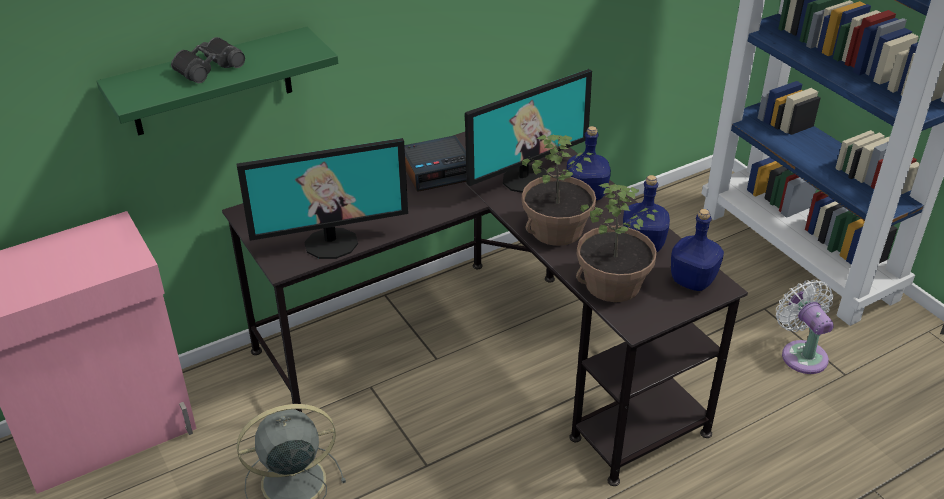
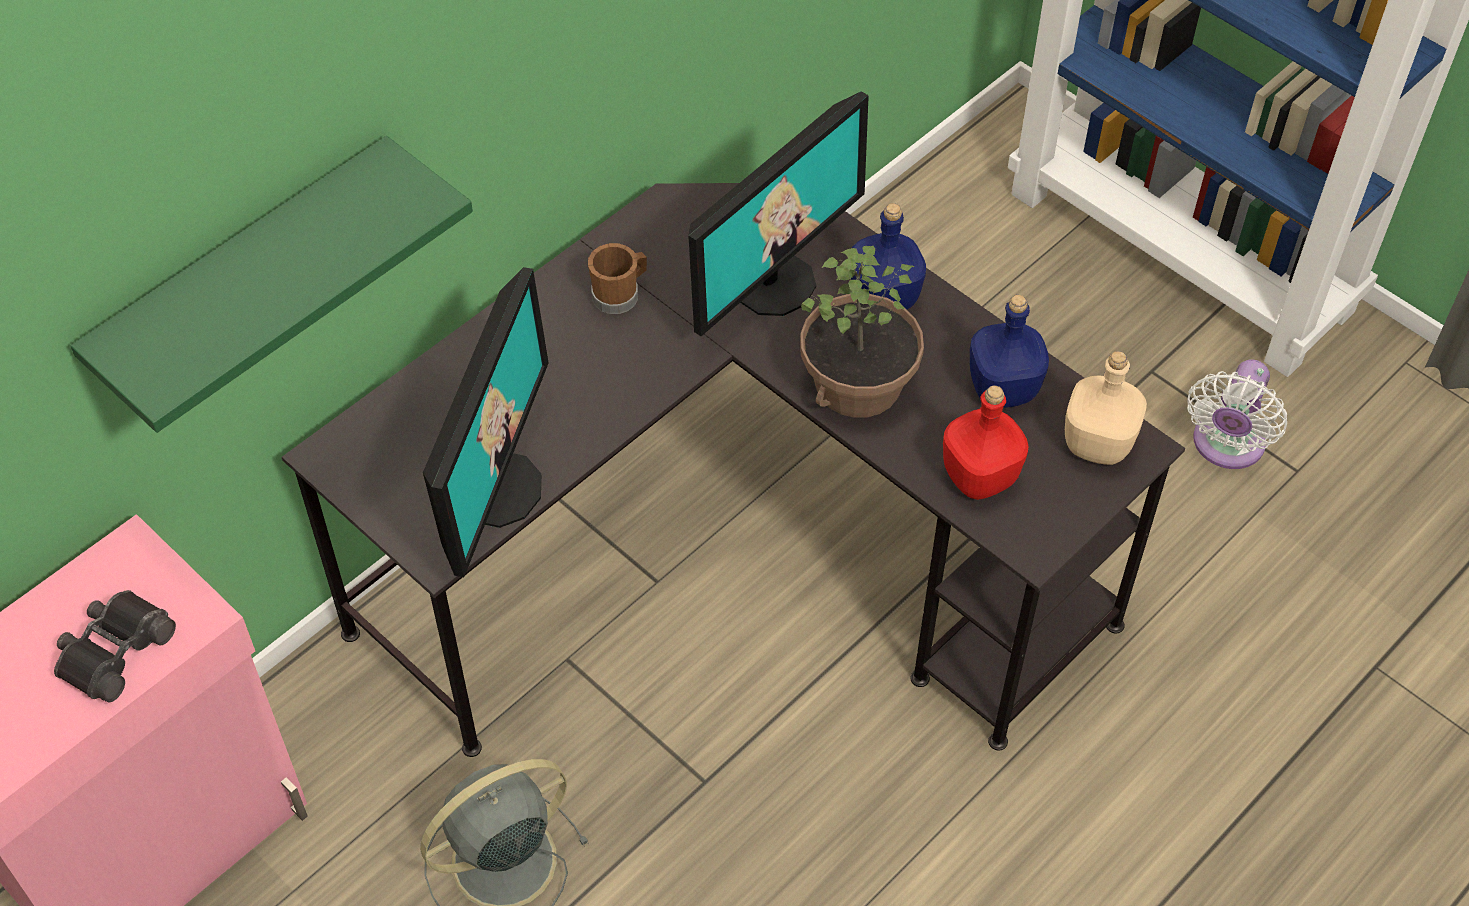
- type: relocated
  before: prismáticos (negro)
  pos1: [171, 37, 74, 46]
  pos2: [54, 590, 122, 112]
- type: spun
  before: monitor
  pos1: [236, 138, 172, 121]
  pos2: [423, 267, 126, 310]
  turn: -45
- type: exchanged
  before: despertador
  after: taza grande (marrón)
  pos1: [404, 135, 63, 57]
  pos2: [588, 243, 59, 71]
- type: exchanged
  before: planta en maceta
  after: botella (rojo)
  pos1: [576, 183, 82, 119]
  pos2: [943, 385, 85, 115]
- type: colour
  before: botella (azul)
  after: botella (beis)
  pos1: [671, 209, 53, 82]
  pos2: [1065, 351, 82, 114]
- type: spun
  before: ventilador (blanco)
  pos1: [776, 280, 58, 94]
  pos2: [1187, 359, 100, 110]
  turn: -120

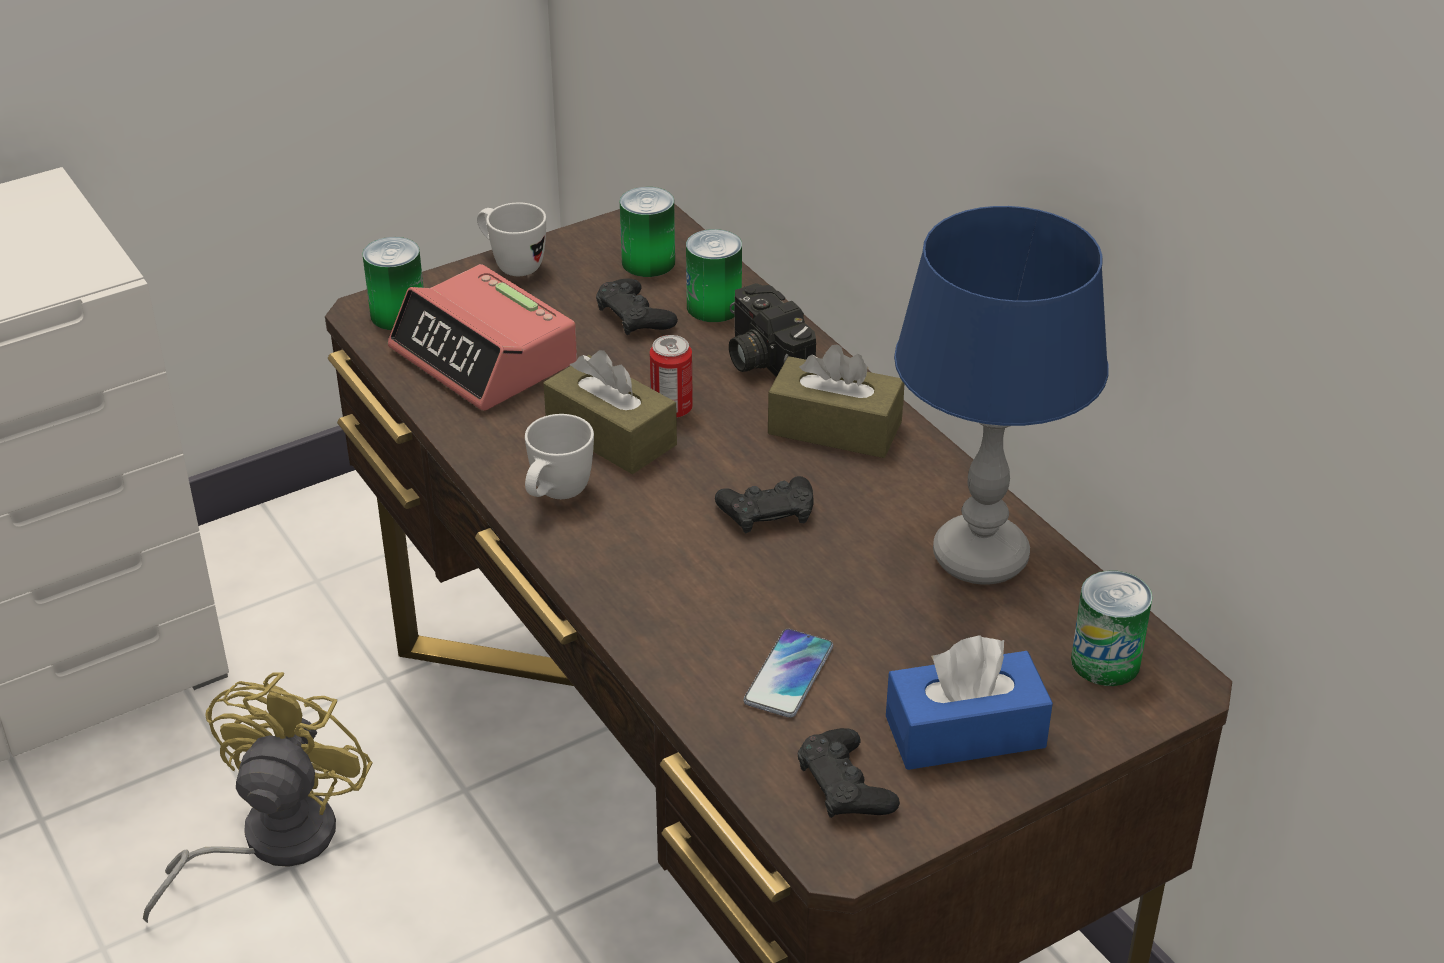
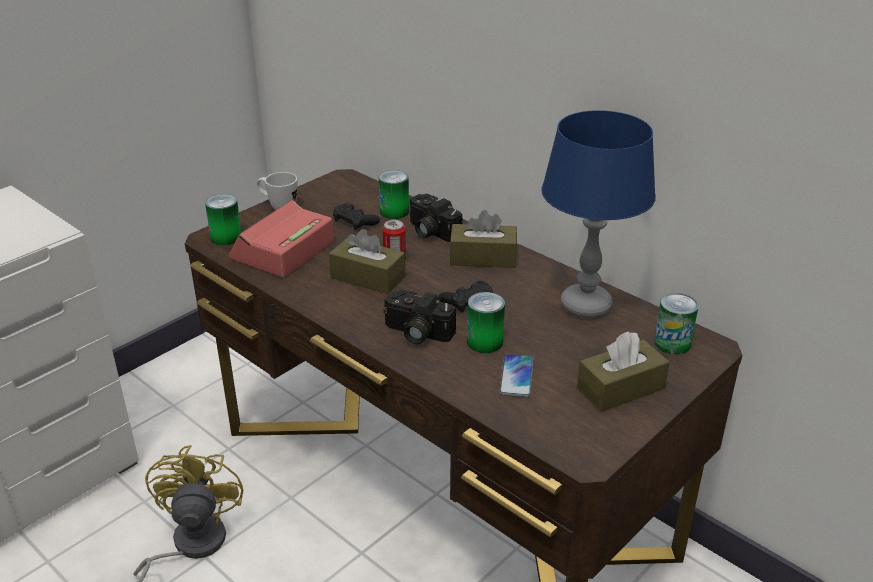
- type: spun
  before: despertador
  pos1: [388, 264, 189, 147]
  pos2: [229, 200, 105, 77]
  turn: 90
- type: missing
  before: taza grande (blanco)
  pos1: [525, 414, 69, 85]
- type: relocated
  before: lata
  pos1: [620, 187, 55, 90]
  pos2: [467, 292, 38, 61]
- type: missing
  before: mando de consola (negro)
  pos1: [798, 728, 102, 90]
- type: colour
  before: caja de pañuelos (azul)
  after: caja de pañuelos (marrón)
  pos1: [886, 636, 167, 134]
  pos2: [577, 331, 93, 81]
- type: appeared
  after: cámara
  pos2: [384, 290, 72, 54]

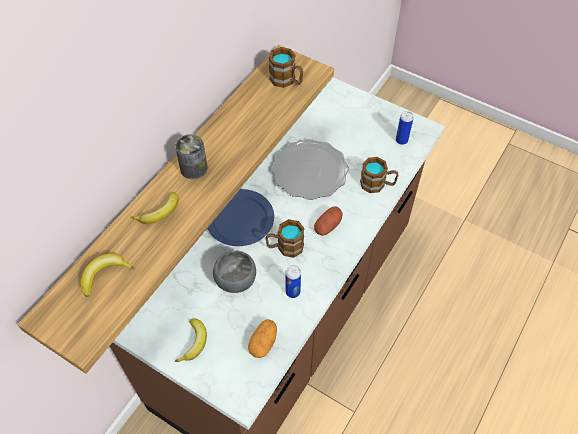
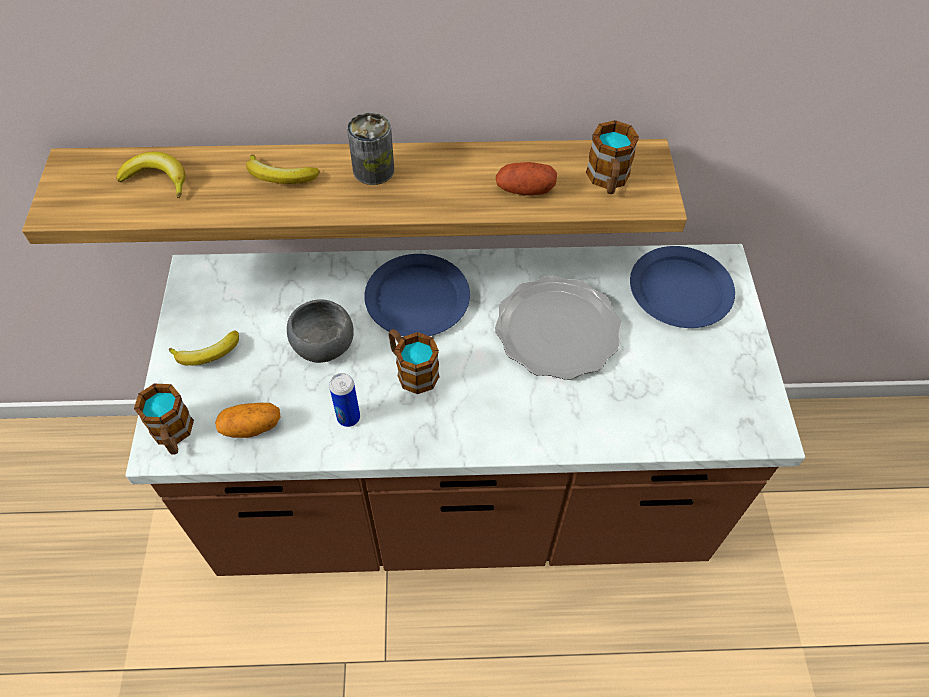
- type: relocated
  before: patata
  pos1: [314, 207, 29, 29]
  pos2: [496, 162, 61, 33]
- type: relocated
  before: taza grande
  pos1: [360, 157, 39, 36]
  pos2: [134, 384, 60, 71]
- type: missing
  before: lata
  pos1: [396, 111, 18, 34]
- type: appeared
  after: plato (azul)
  pos2: [630, 246, 105, 82]

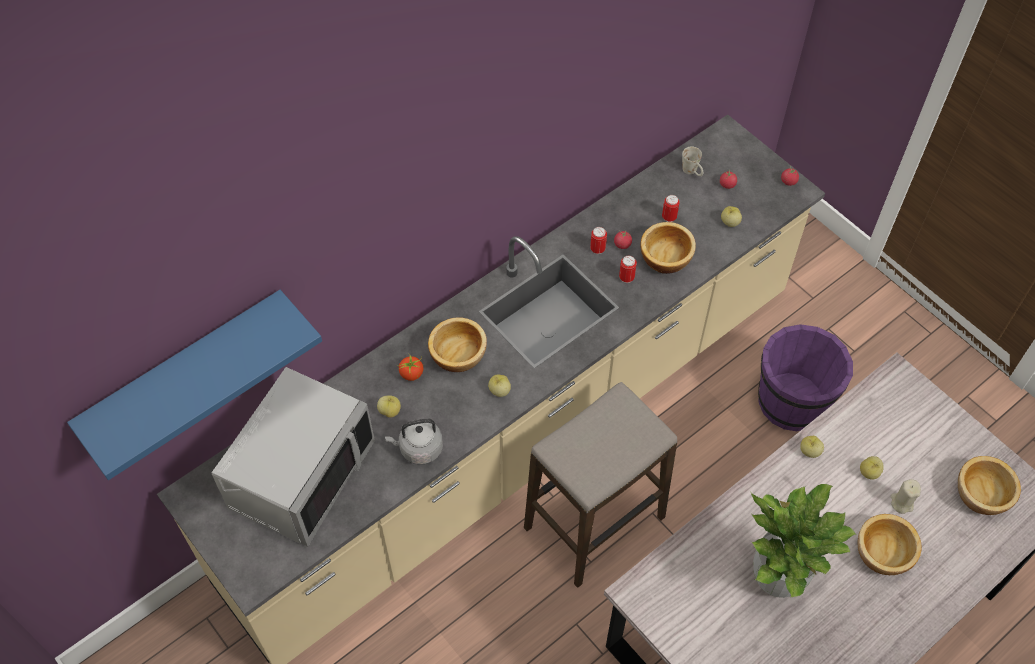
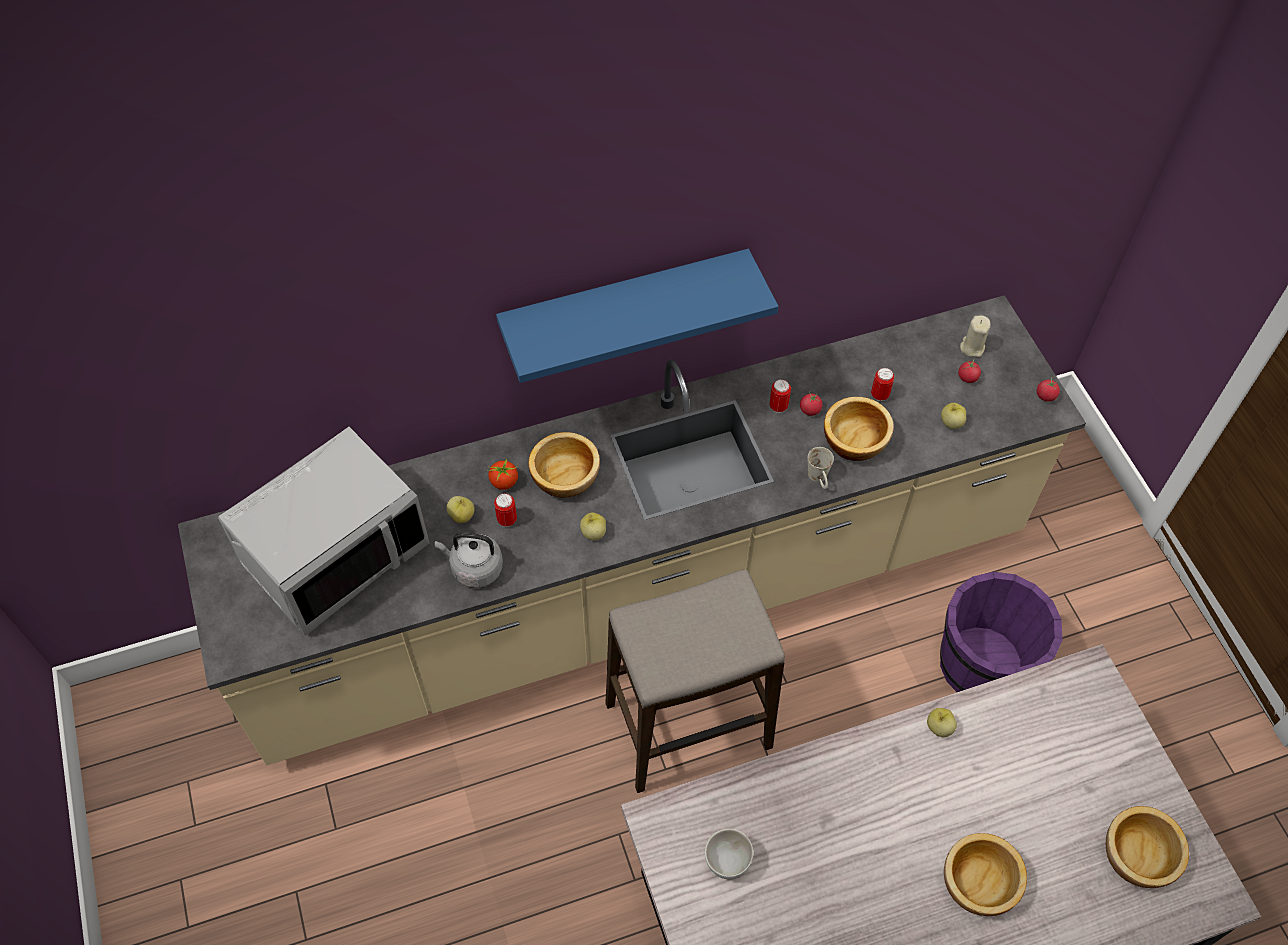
- type: relocated
  before: estante (azul)
  pos1: [67, 290, 255, 190]
  pos2: [496, 249, 282, 134]
- type: relocated
  before: lata
  pos1: [619, 256, 18, 27]
  pos2: [494, 493, 23, 34]
- type: relocated
  before: taza grande (blanco)
  pos1: [682, 147, 21, 29]
  pos2: [808, 447, 26, 42]
- type: missing
  before: planta en maceta
  pos1: [751, 484, 105, 114]
- type: missing
  before: manzana
  pos1: [860, 456, 24, 24]
- type: relocated
  before: vela (beis)
  pos1: [890, 479, 31, 35]
  pos2: [960, 315, 31, 42]
- type: appeared
  after: cuenco (blanco)
  pos2: [705, 829, 48, 51]

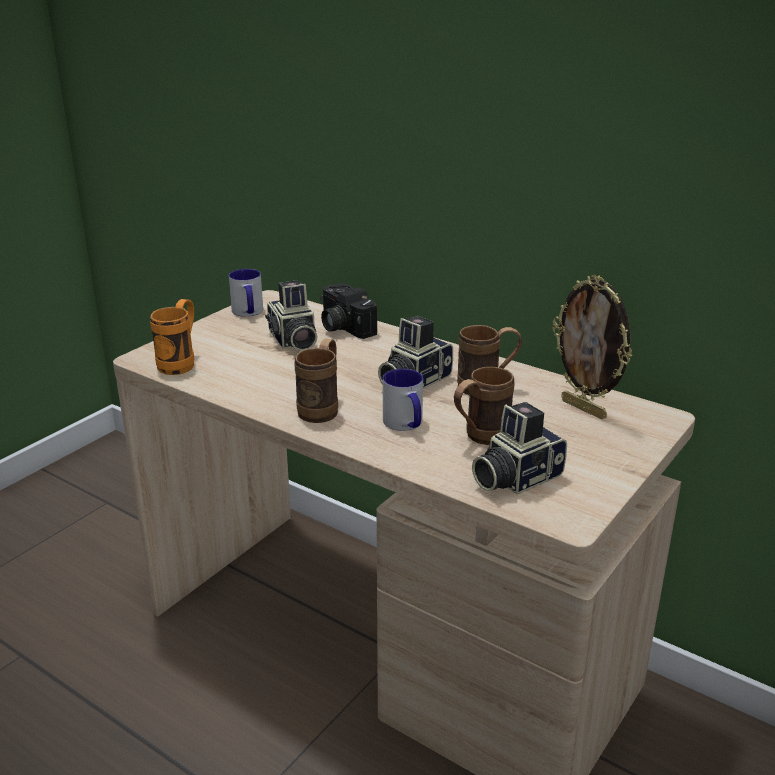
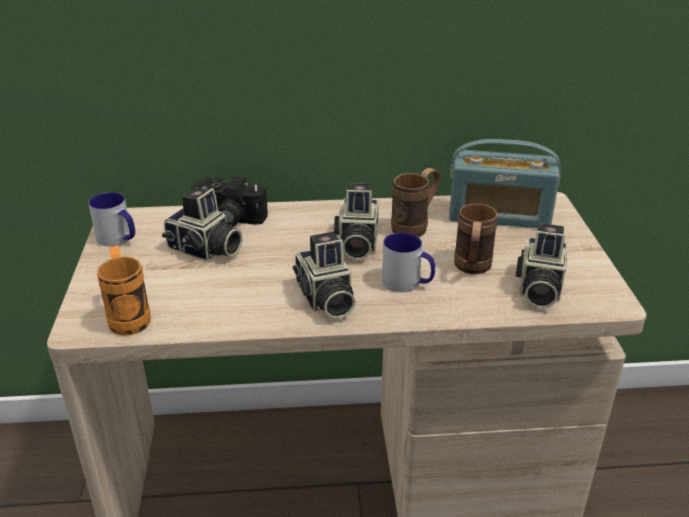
- type: exchanged
  before: taza grande (marrón)
  after: cámara
  pos1: [294, 339, 44, 84]
  pos2: [293, 232, 63, 87]
- type: exchanged
  before: portarretratos
  after: radio
  pos1: [553, 275, 79, 144]
  pos2: [449, 139, 112, 89]

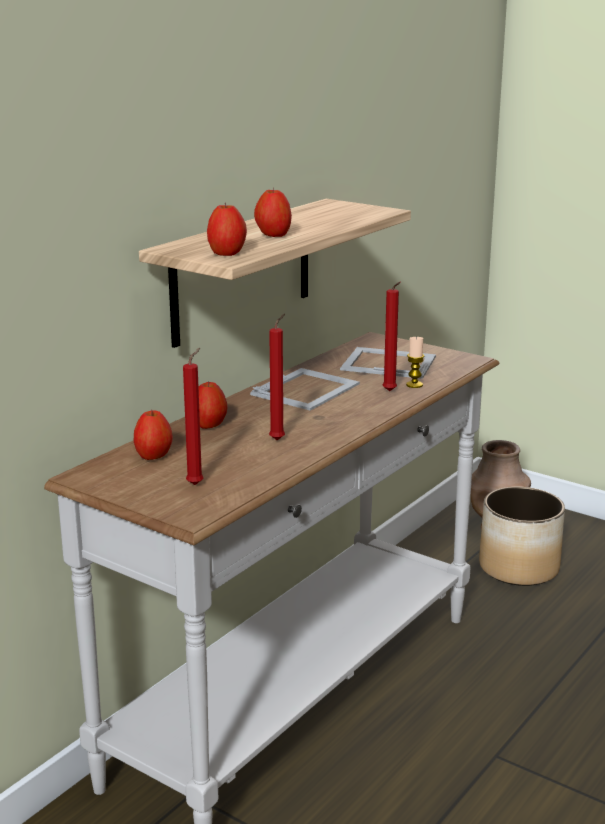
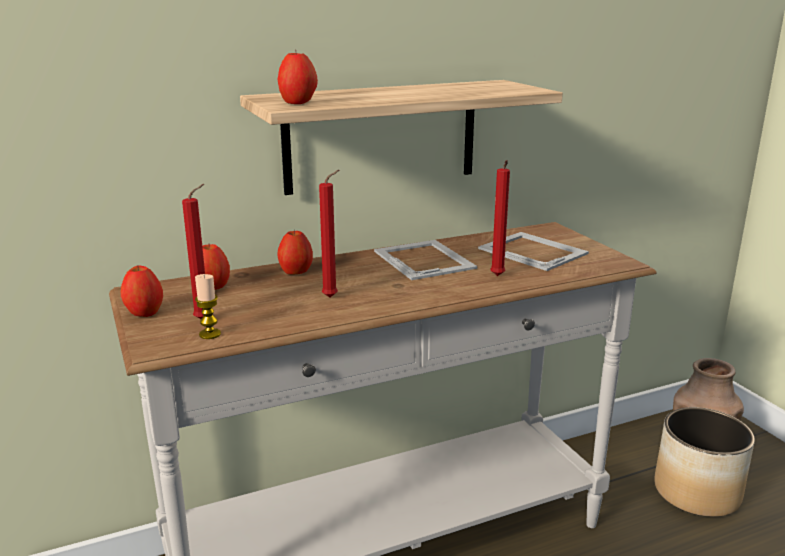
- type: spun
  before: portarretratos
  pos1: [250, 368, 110, 43]
  pos2: [374, 240, 103, 40]
  turn: -90
- type: relocated
  before: manzana
  pos1: [254, 188, 38, 49]
  pos2: [121, 265, 42, 52]
- type: relocated
  before: vela
  pos1: [406, 336, 18, 52]
  pos2: [195, 274, 26, 65]

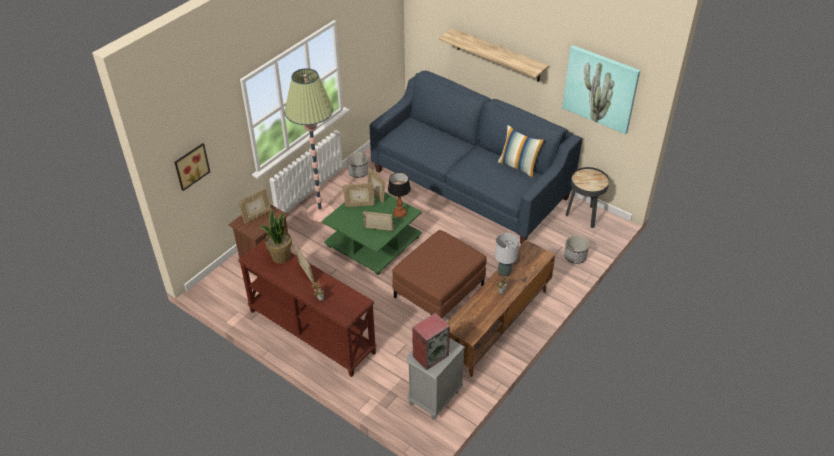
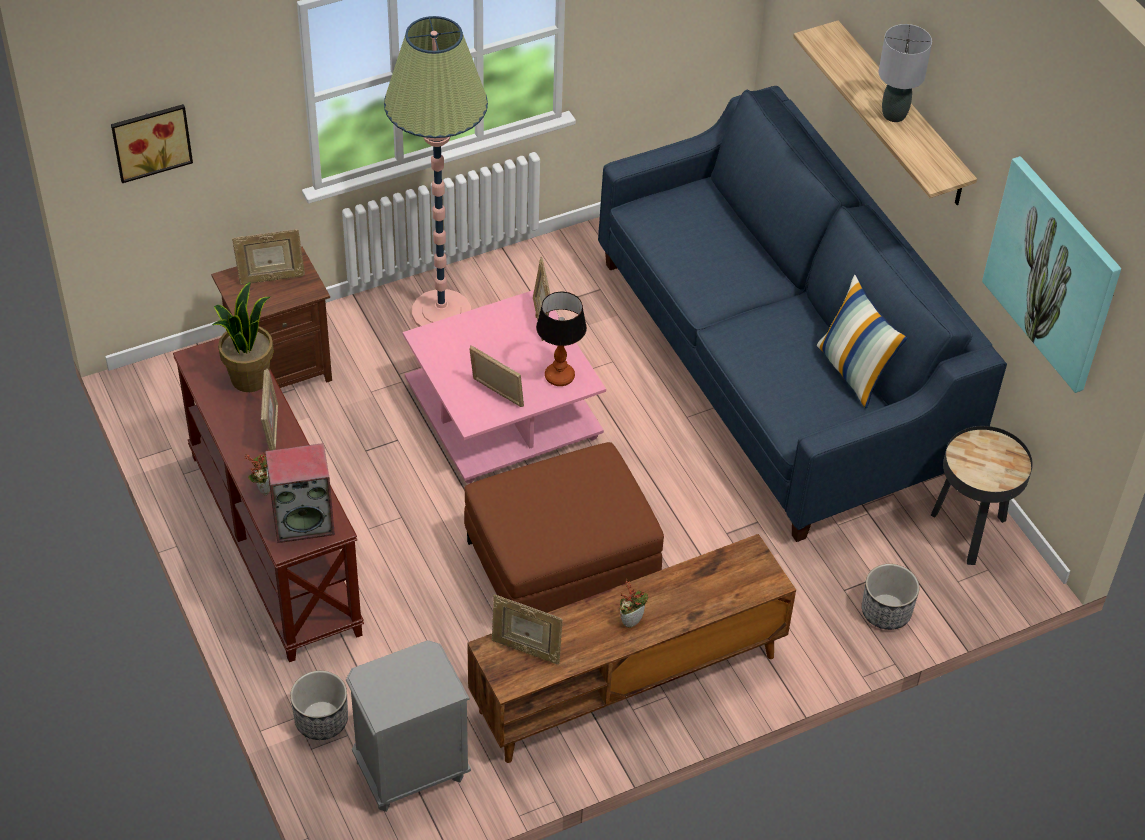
- type: colour
  before: mesa de centro (verde)
  after: mesa de centro (rosa)
  pos1: [322, 193, 100, 82]
  pos2: [403, 290, 203, 193]
- type: relocated
  before: portarretratos
  pos1: [343, 183, 32, 24]
  pos2: [492, 595, 71, 69]
- type: relocated
  before: maceta
  pos1: [347, 152, 21, 26]
  pos2: [290, 671, 58, 69]
- type: relocated
  before: altavoz
  pos1: [412, 313, 38, 57]
  pos2: [265, 443, 70, 100]
- type: relocated
  before: lámpara de mesa (gris)
  pos1: [495, 233, 24, 44]
  pos2: [879, 24, 53, 98]

